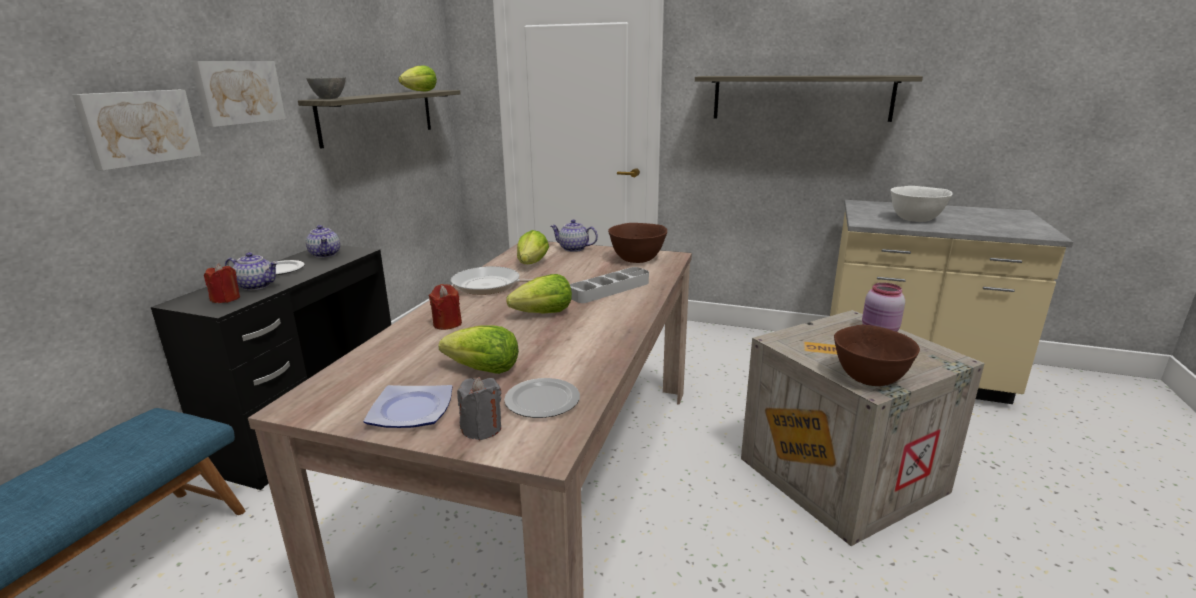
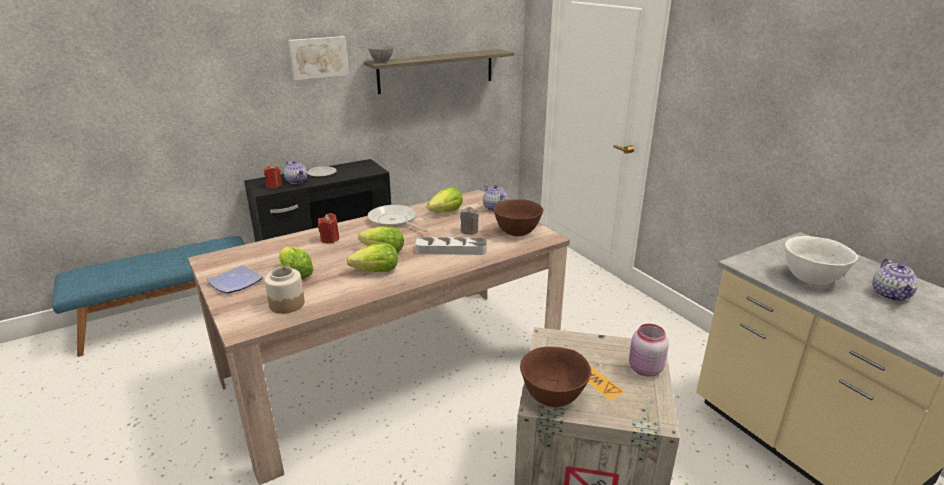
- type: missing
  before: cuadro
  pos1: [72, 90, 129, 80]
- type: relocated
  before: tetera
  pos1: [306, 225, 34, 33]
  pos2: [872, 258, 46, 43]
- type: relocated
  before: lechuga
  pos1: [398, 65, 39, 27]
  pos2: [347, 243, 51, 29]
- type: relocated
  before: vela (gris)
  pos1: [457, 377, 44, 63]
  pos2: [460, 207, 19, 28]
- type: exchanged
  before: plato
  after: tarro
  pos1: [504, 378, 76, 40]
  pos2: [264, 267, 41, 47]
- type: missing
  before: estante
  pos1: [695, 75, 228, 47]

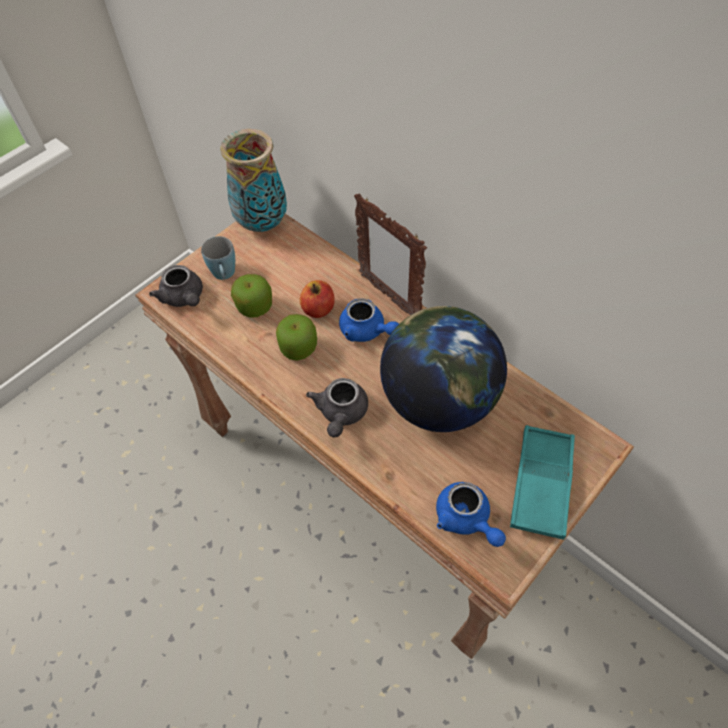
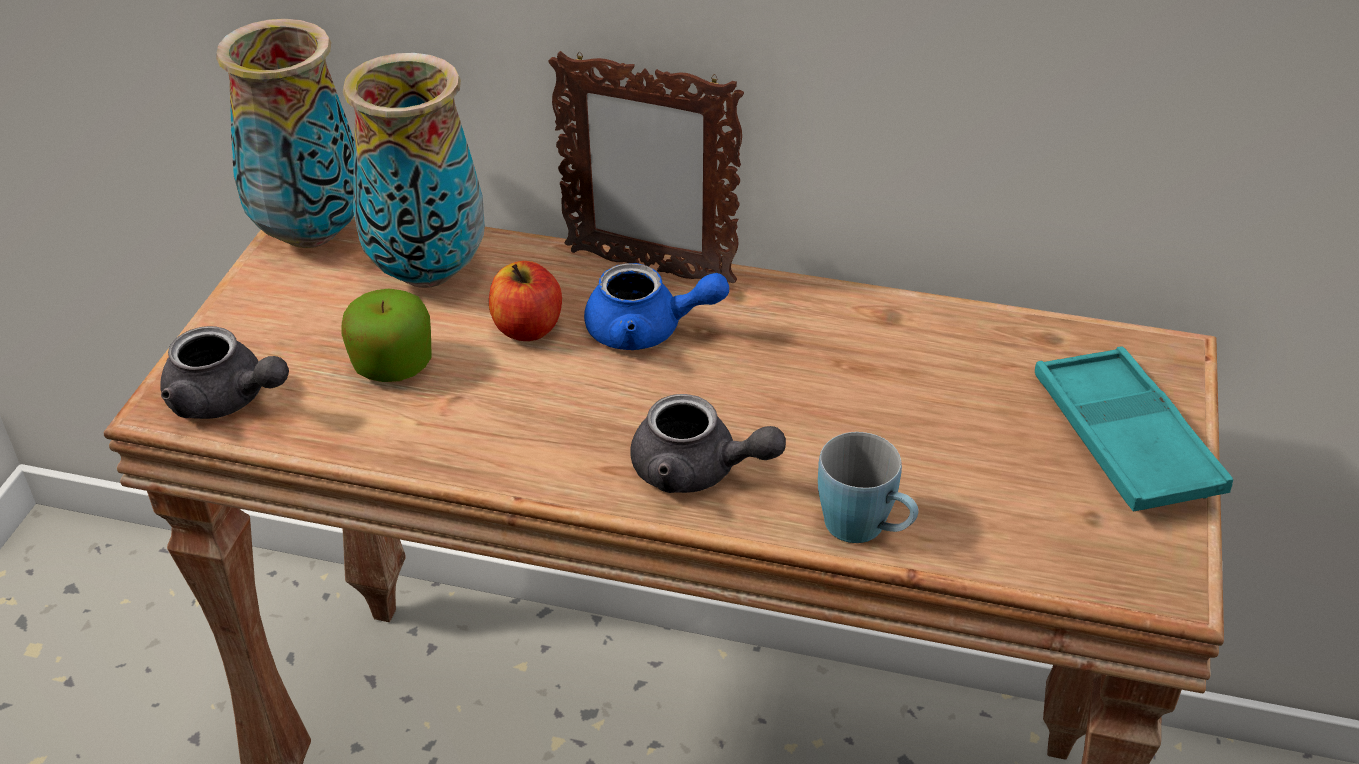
- type: relocated
  before: taza grande (azul)
  pos1: [201, 236, 34, 44]
  pos2: [818, 432, 100, 111]
- type: missing
  before: manzana
  pos1: [276, 314, 41, 47]
- type: spun
  before: tetera (gris)
  pos1: [306, 378, 62, 60]
  pos2: [630, 394, 156, 99]
  turn: -45
- type: missing
  before: globo terráqueo
  pos1: [380, 306, 127, 126]
- type: missing
  before: tetera (azul)
  pos1: [436, 482, 70, 65]
- type: appeared
  after: florero
  pos2: [343, 53, 142, 235]

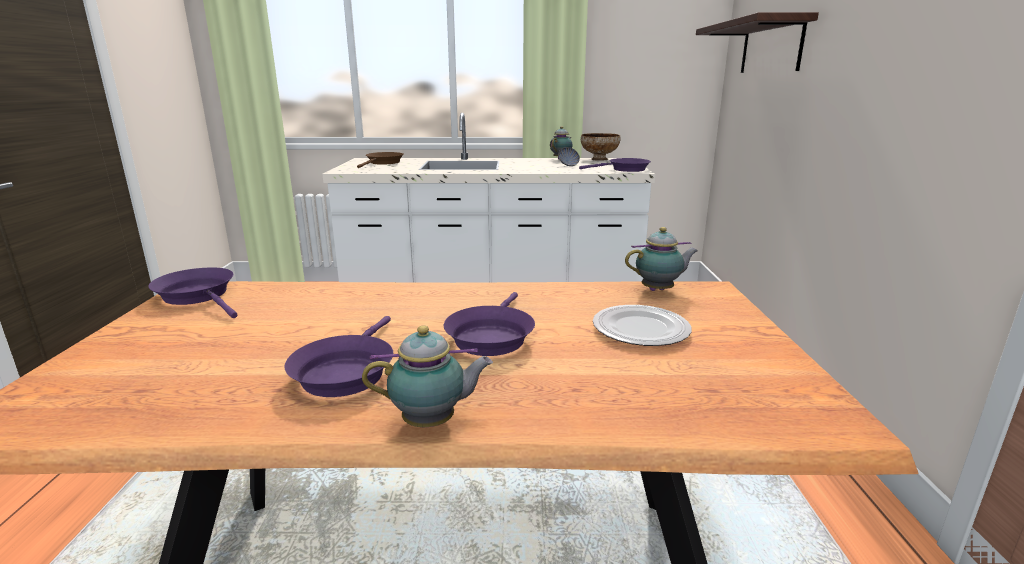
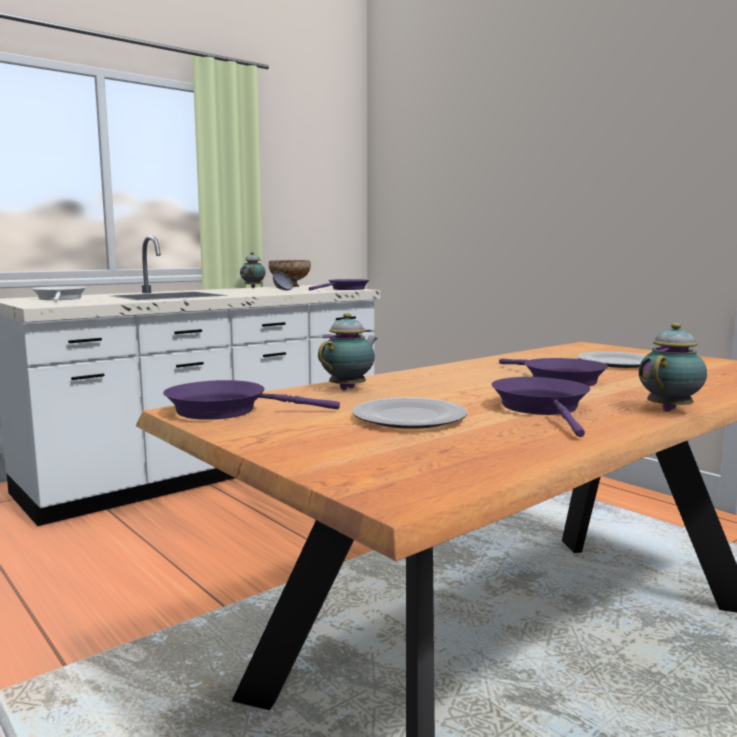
- type: spun
  before: sartén (morado)
  pos1: [284, 316, 109, 81]
  pos2: [491, 377, 99, 60]
  turn: -150
- type: colour
  before: sartén (marrón)
  after: sartén (blanco)
  pos1: [357, 152, 47, 16]
  pos2: [31, 286, 56, 16]
- type: relocated
  before: tetera
  pos1: [625, 227, 73, 64]
  pos2: [318, 313, 59, 77]
- type: missing
  before: estante
  pos1: [696, 12, 123, 61]
- type: appeared
  after: plato
  pos2: [352, 398, 116, 31]

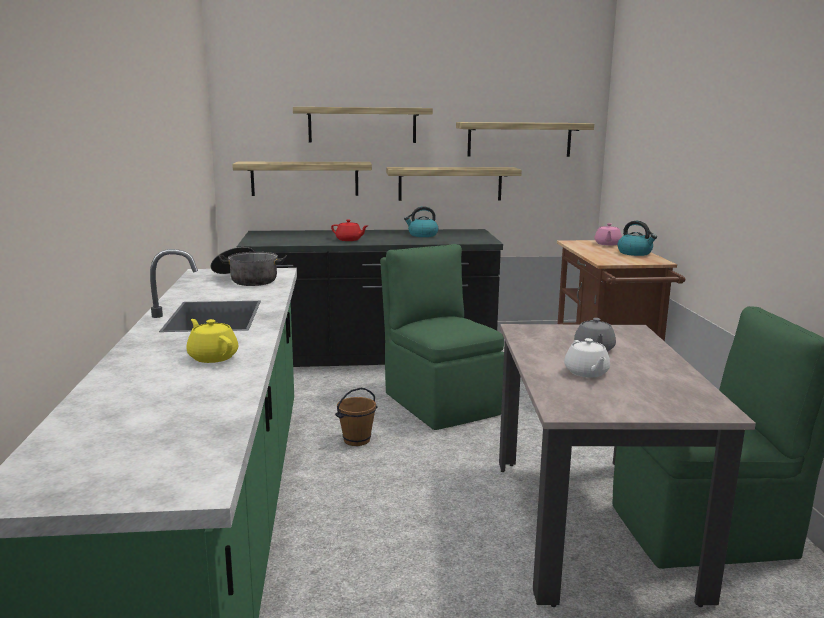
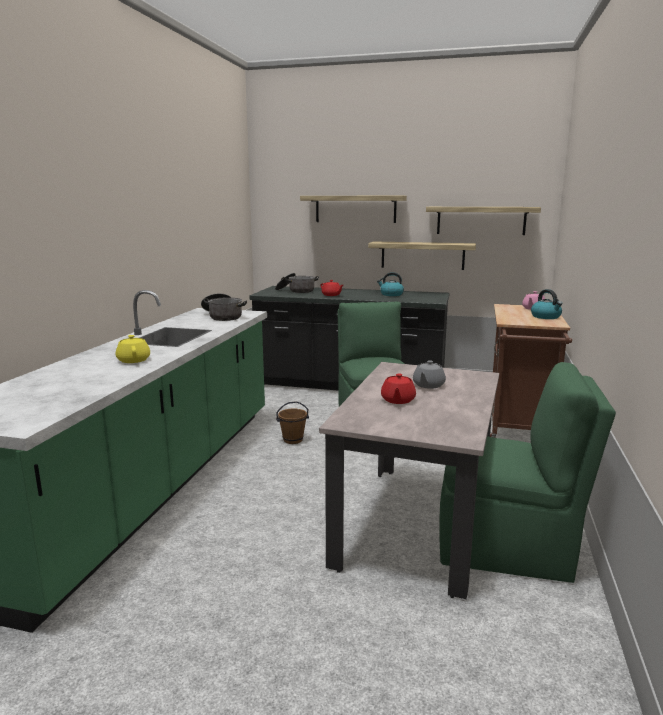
- type: missing
  before: estante
  pos1: [232, 162, 140, 34]
- type: colour
  before: tetera (blanco)
  after: tetera (rojo)
  pos1: [564, 338, 46, 39]
  pos2: [381, 373, 35, 31]
- type: appeared
  after: olla
  pos2: [275, 273, 44, 20]

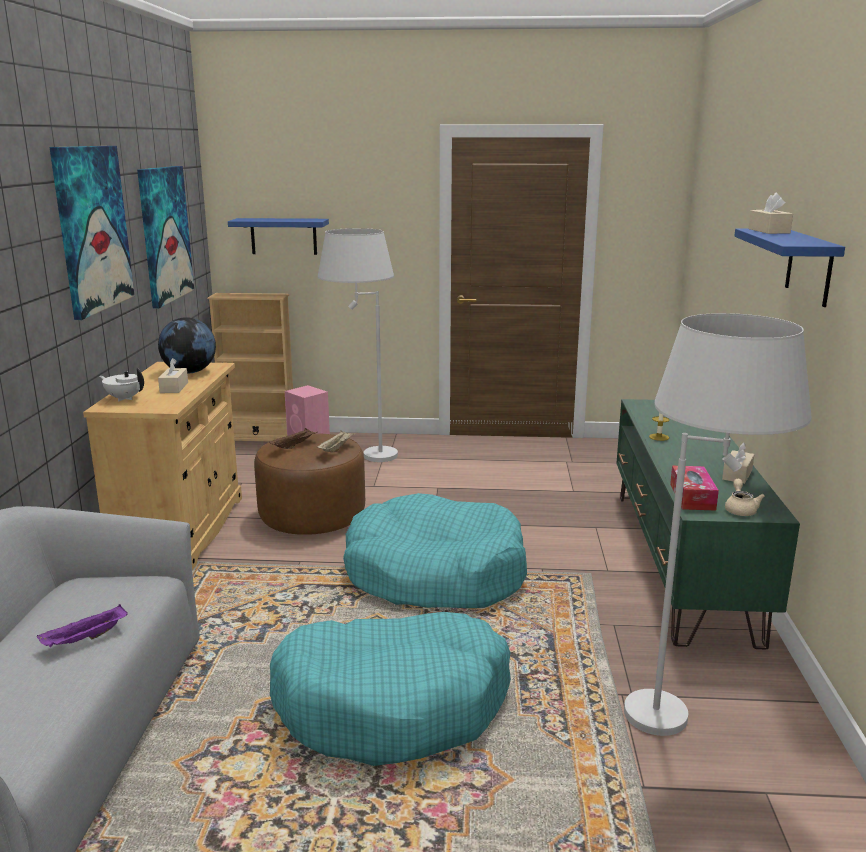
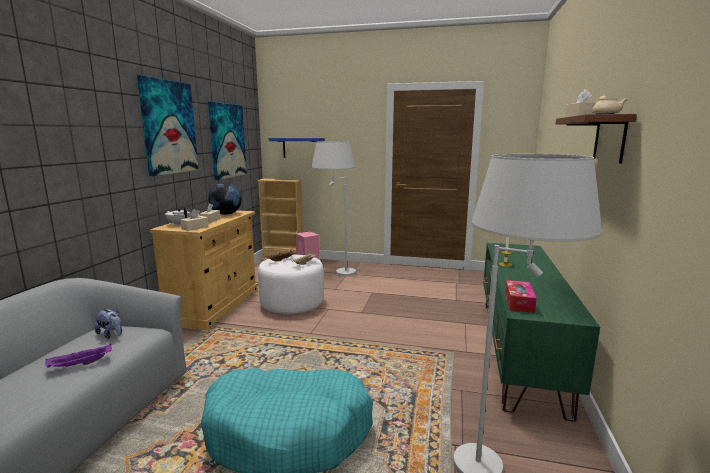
- type: colour
  before: puf (marrón)
  after: puf (blanco)
  pos1: [254, 433, 111, 102]
  pos2: [258, 255, 66, 59]
- type: missing
  before: cama para perro (turquesa)
  pos1: [343, 493, 184, 115]
- type: relocated
  before: caja de pañuelos (beis)
  pos1: [722, 442, 32, 42]
  pos2: [180, 209, 28, 22]
- type: relocated
  before: tetera (beis)
  pos1: [725, 479, 40, 37]
  pos2: [592, 95, 35, 19]
- type: colour
  before: estante (azul)
  after: estante (marrón)
  pos1: [734, 228, 111, 79]
  pos2: [556, 114, 81, 49]
- type: appeared
  after: peluche
  pos2: [95, 309, 27, 30]

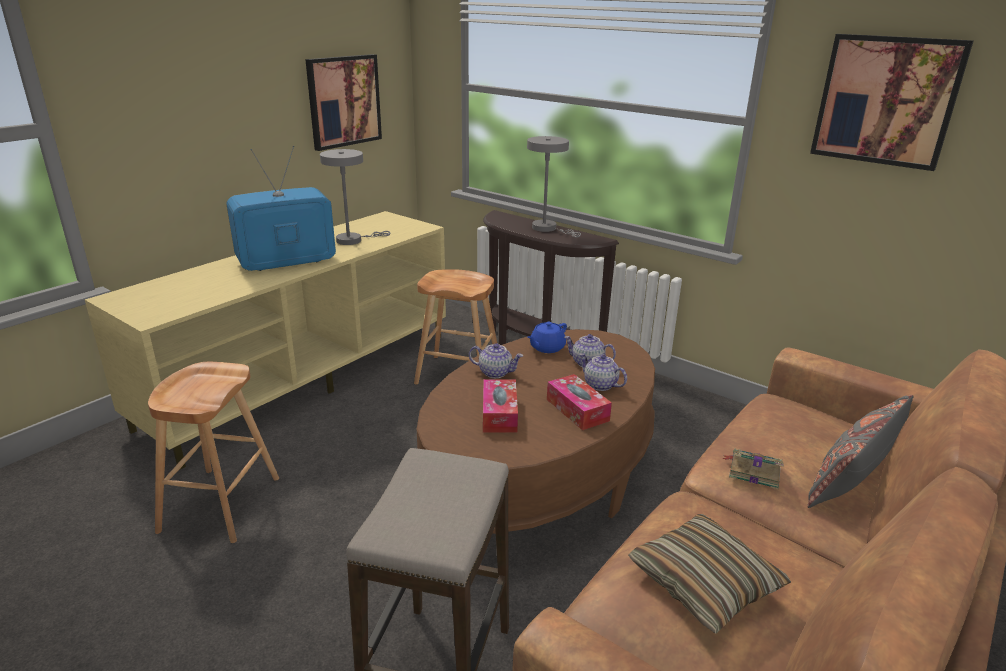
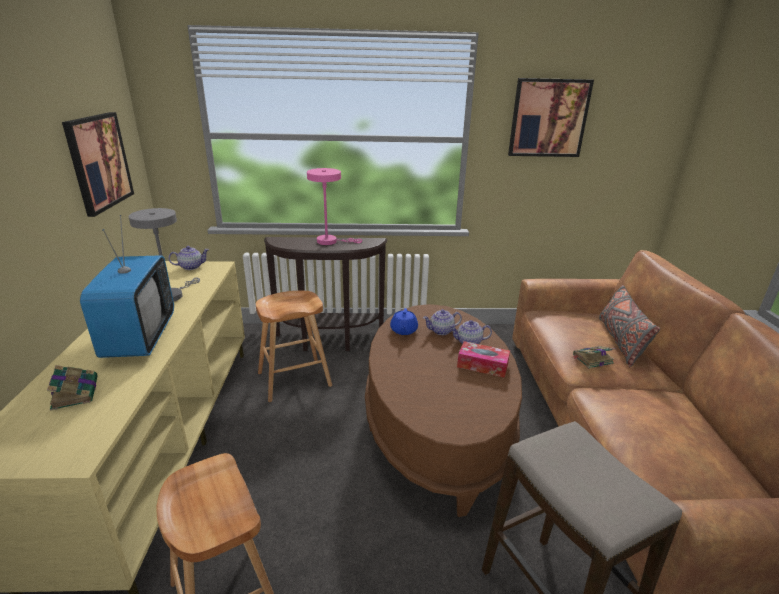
- type: spun
  before: televisor
  pos1: [226, 146, 110, 125]
  pos2: [80, 215, 94, 143]
  turn: 150
- type: relocated
  before: tetera
  pos1: [469, 343, 54, 35]
  pos2: [168, 246, 41, 24]
- type: missing
  before: caja de pañuelos
  pos1: [483, 379, 35, 54]
- type: colour
  before: lámpara de mesa (gris)
  after: lámpara de mesa (rosa)
  pos1: [527, 136, 54, 102]
  pos2: [307, 168, 55, 77]
- type: missing
  before: cojín
  pos1: [628, 514, 163, 120]
- type: appeared
  after: libro
  pos2: [47, 365, 51, 46]

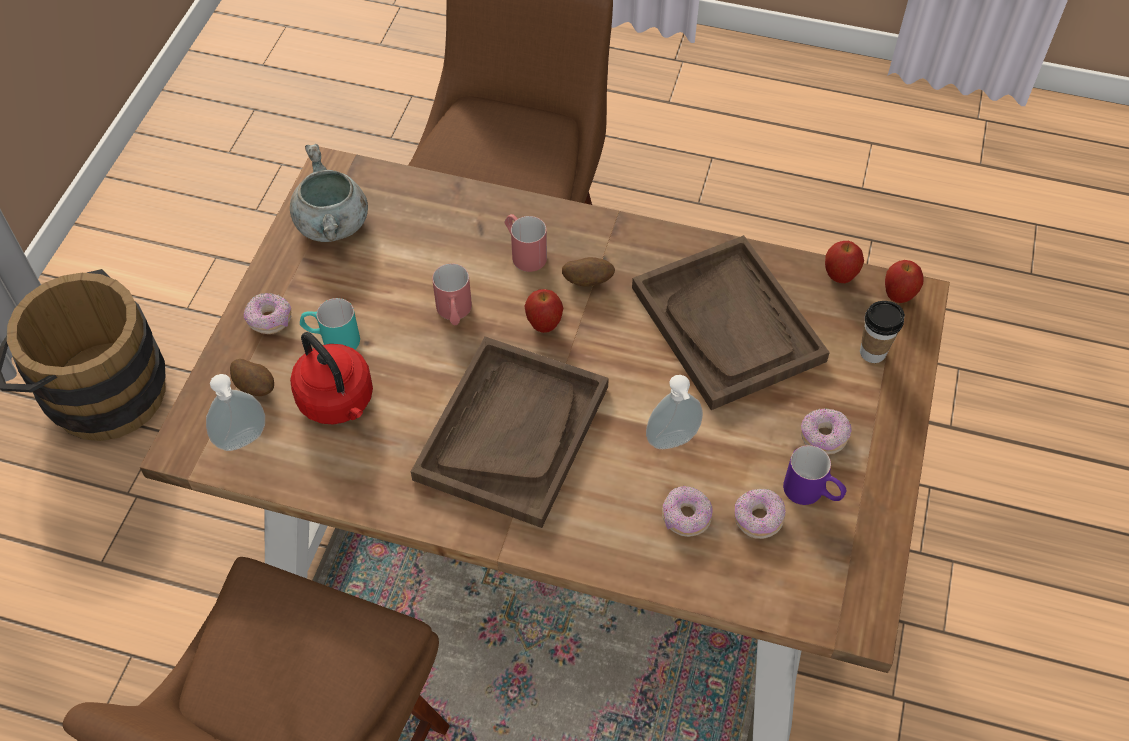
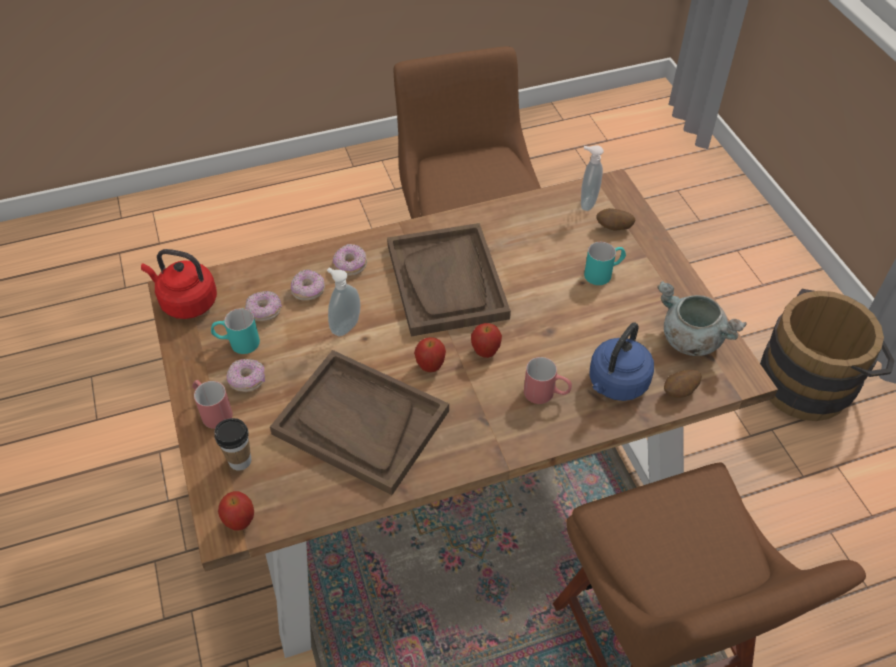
- type: relocated
  before: rosquilla
  pos1: [244, 293, 47, 41]
  pos2: [333, 244, 34, 32]
- type: relocated
  before: hervidor (rojo)
  pos1: [290, 332, 83, 92]
  pos2: [141, 249, 76, 70]
- type: relocated
  before: taza grande (rojo)
  pos1: [432, 263, 40, 62]
  pos2: [192, 380, 41, 49]
- type: relocated
  before: patata
  pos1: [562, 257, 53, 29]
  pos2: [664, 370, 38, 28]
- type: colour
  before: taza grande (morado)
  after: taza grande (turquesa)
  pos1: [783, 445, 64, 60]
  pos2: [211, 308, 49, 46]
- type: relocated
  before: manzana
  pos1: [825, 241, 39, 42]
  pos2: [414, 337, 32, 35]
- type: appeared
  after: hervidor (azul)
  pos2: [589, 322, 65, 79]

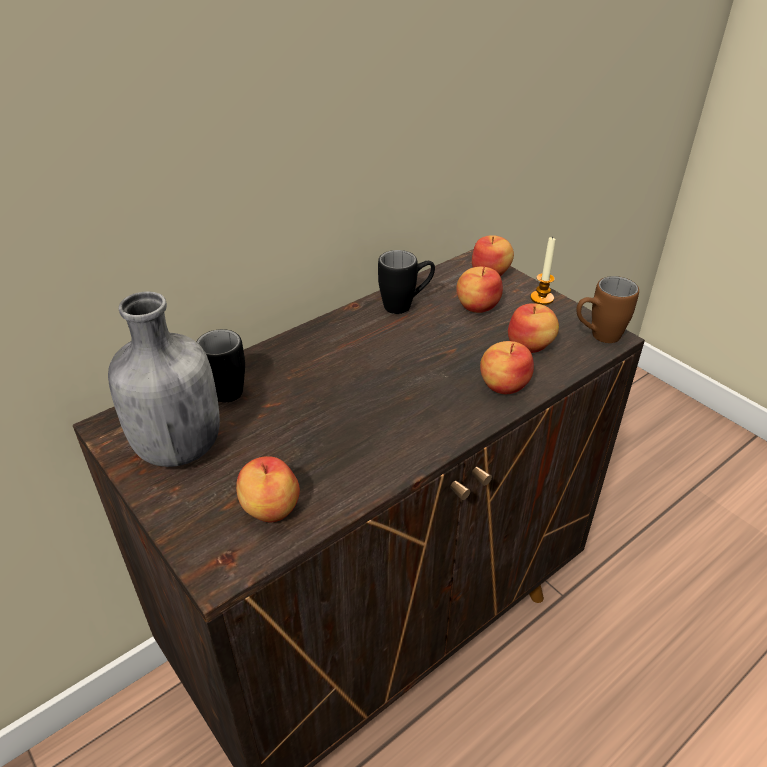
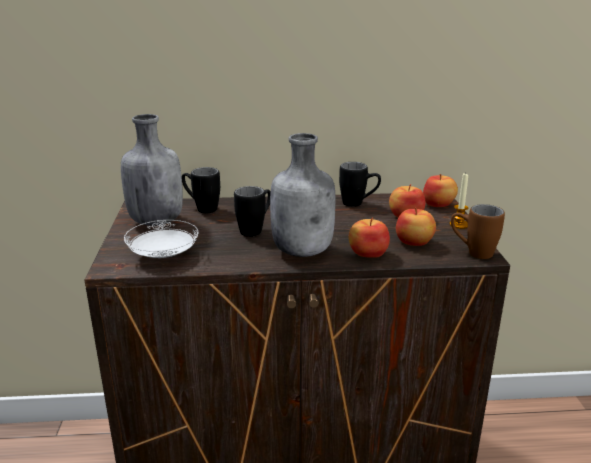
- type: exchanged
  before: manzana
  after: plato (blanco)
  pos1: [236, 456, 64, 66]
  pos2: [124, 220, 75, 38]
- type: appeared
  after: taza grande (negro)
  pos2: [234, 186, 37, 51]
- type: appeared
  after: botella (gris)
  pos2: [270, 133, 66, 124]

